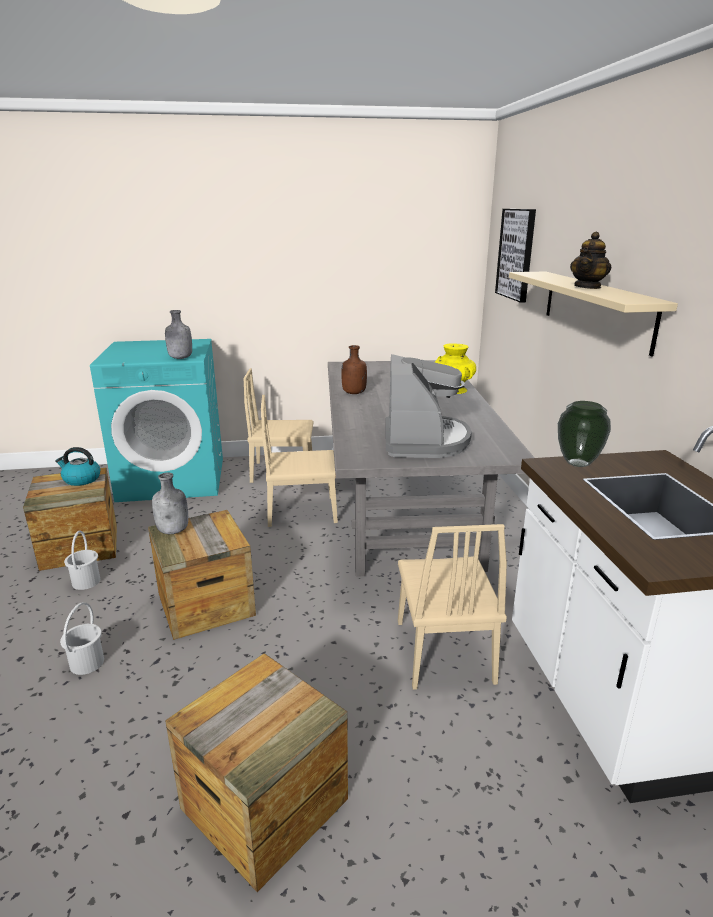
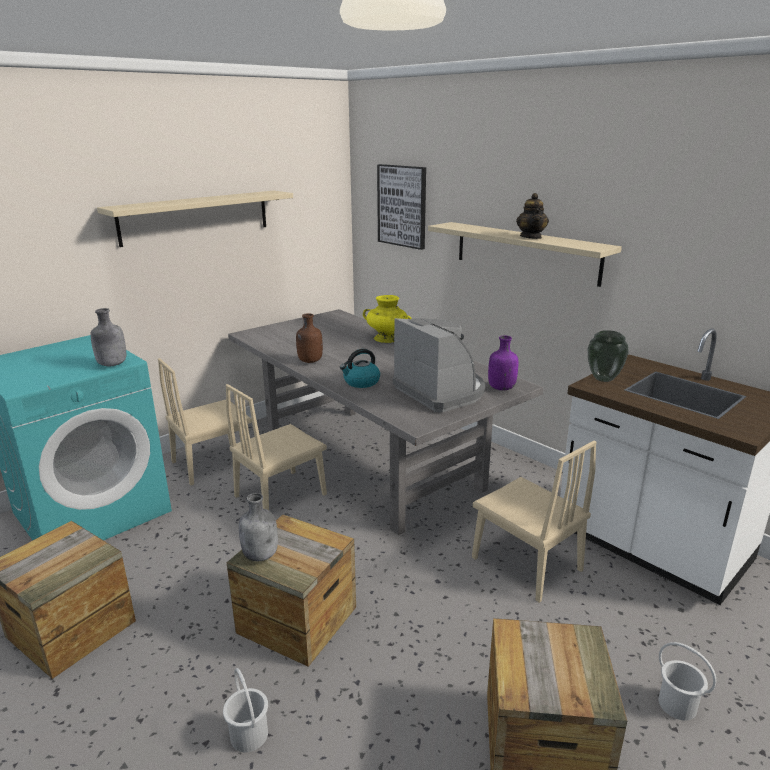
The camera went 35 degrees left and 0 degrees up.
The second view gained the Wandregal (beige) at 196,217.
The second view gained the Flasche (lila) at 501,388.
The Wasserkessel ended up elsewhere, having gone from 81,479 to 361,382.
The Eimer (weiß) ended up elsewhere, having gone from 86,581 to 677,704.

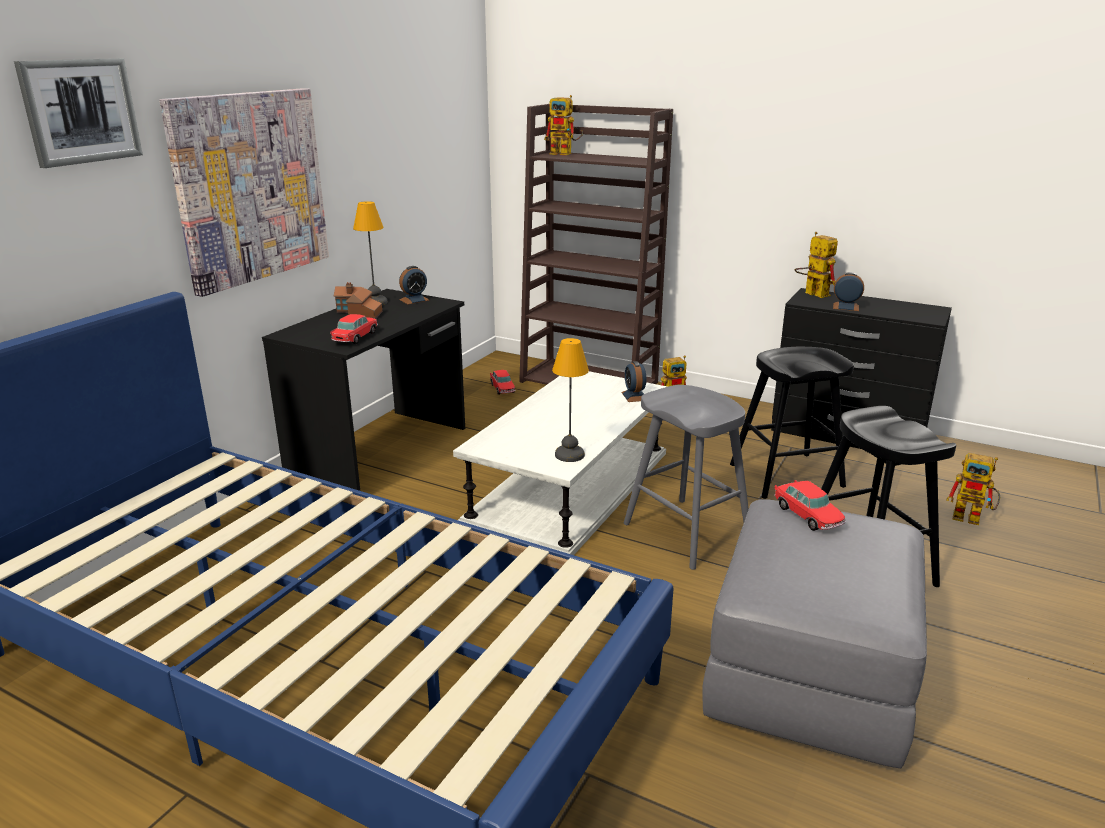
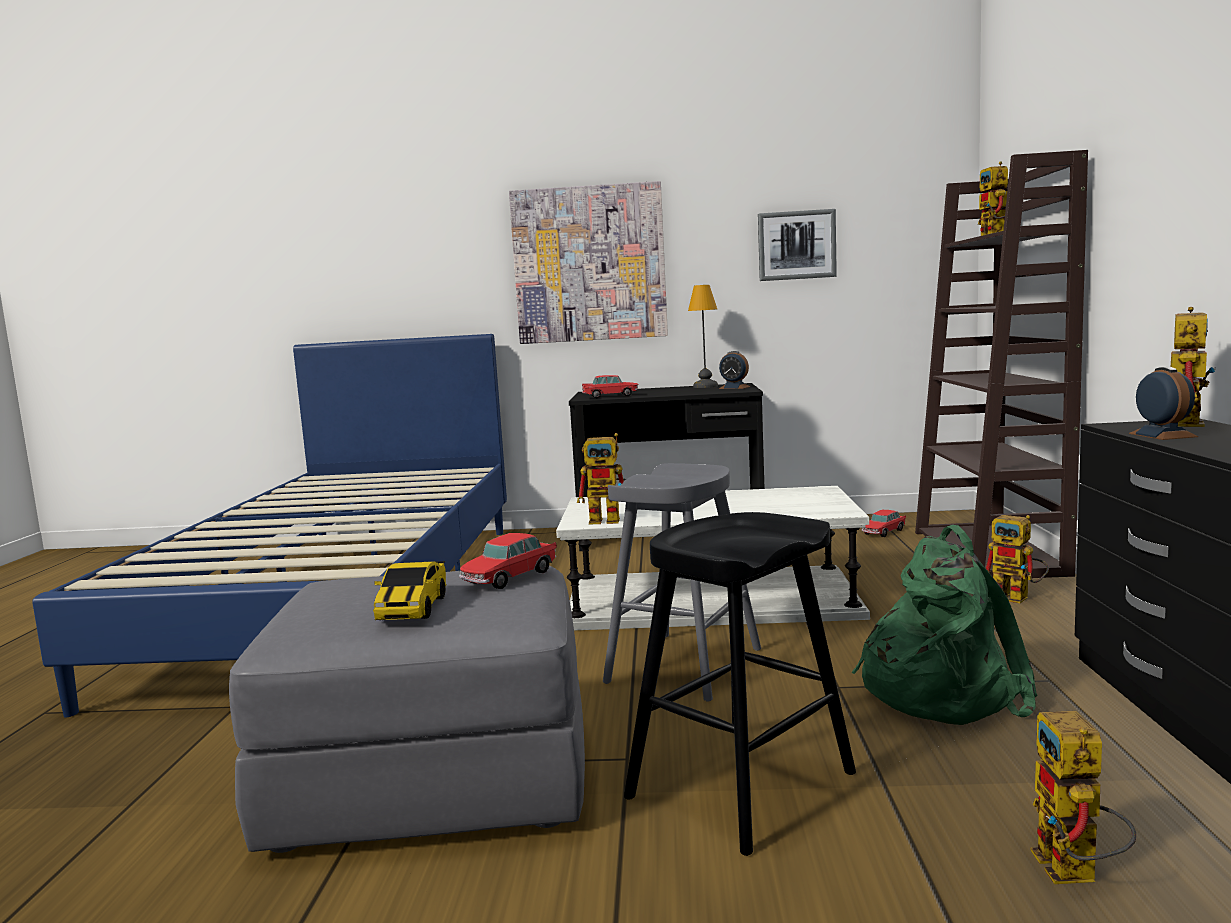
The camera went 65 degrees right and 15 degrees down.
The second view lost the Spielzeughaus at 358,313.
The second view lost the Wecker at 634,396.
The second view gained the Spielzeugauto at 413,608.
The Bild ended up elsewhere, having gone from 80,111 to 796,245.
Where the Tischlampe stood at 569,454, the Spielzeugroboter came to stand at 612,520.
Where the Hocker (schwarz) stood at 786,475, the Rucksack (grün) came to stand at 940,691.

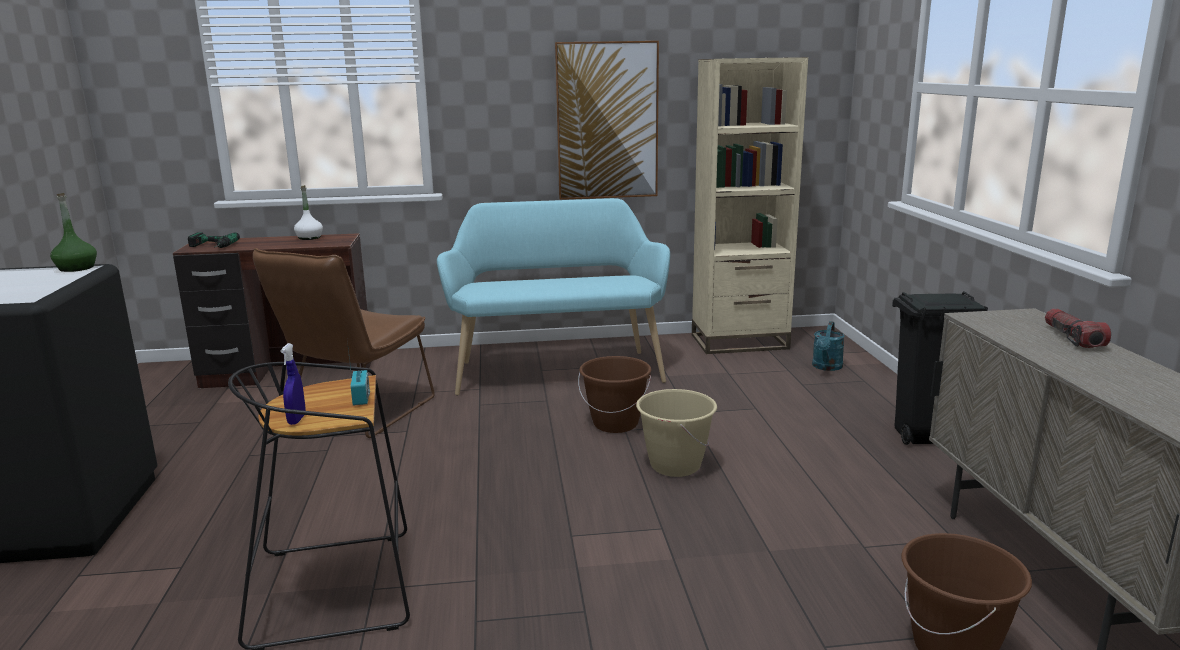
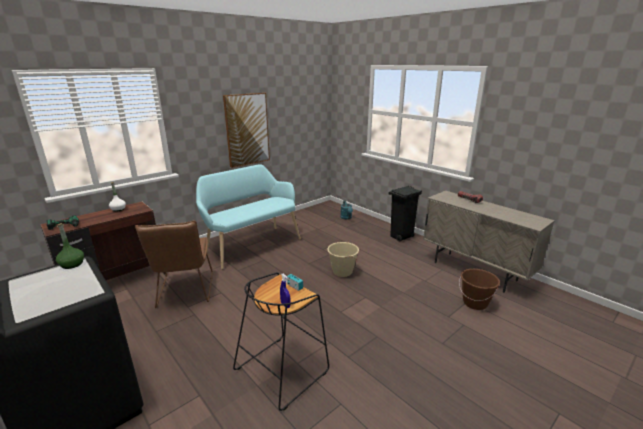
The camera went 35 degrees left and 5 degrees up.
The second view lost the Eimer (braun) at 615,423.
The second view lost the Bücherregal (beige) at 739,342.

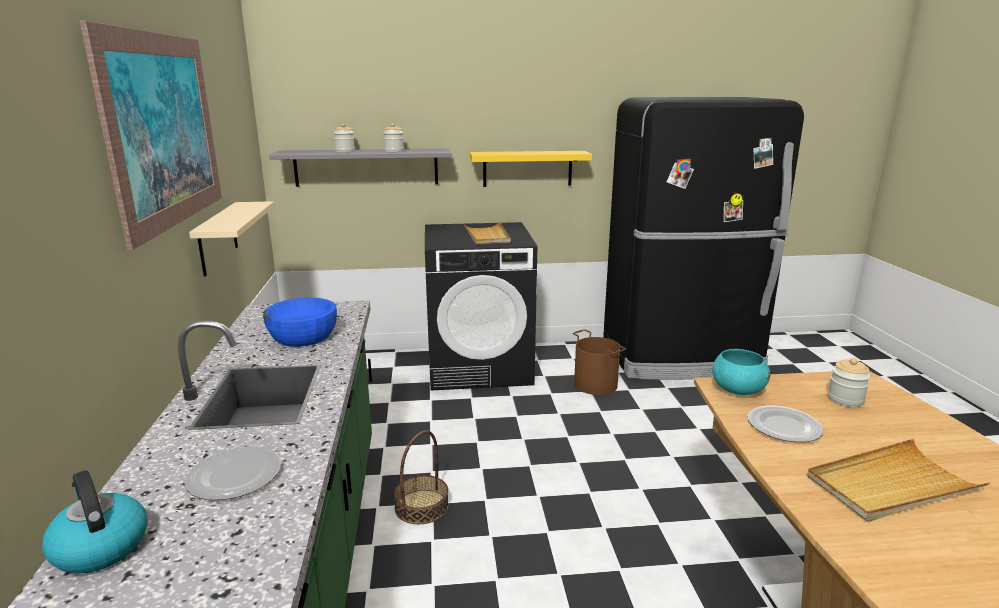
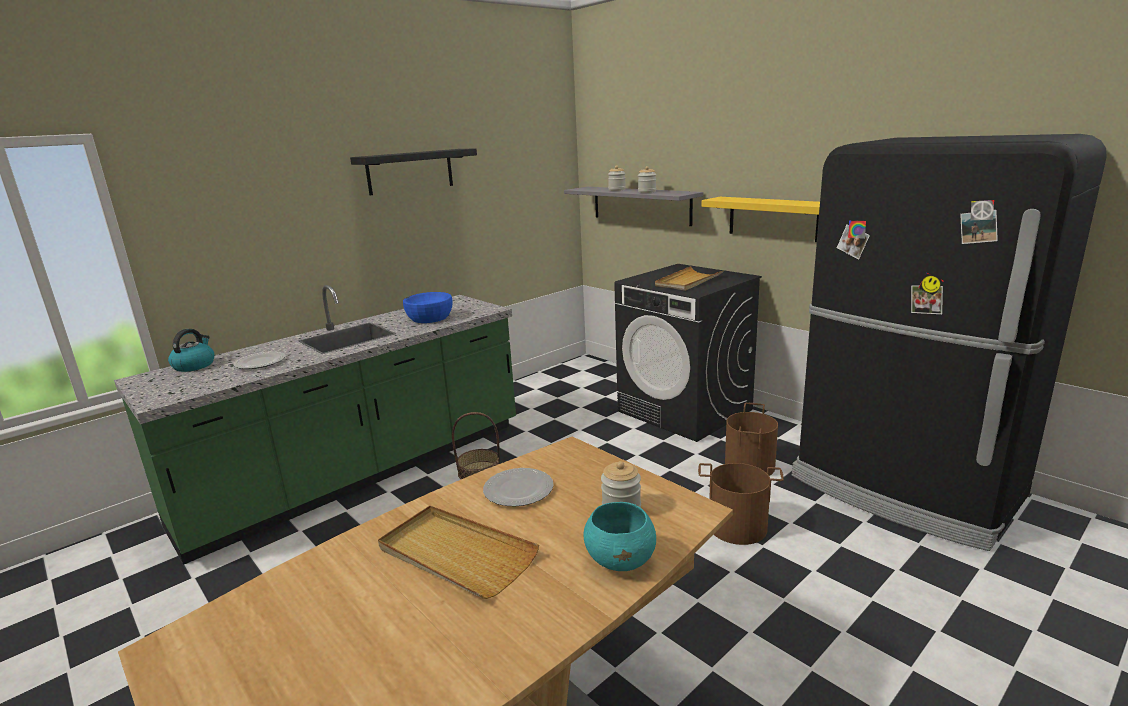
The camera went 55 degrees right and 0 degrees up.
The second view lost the Wandregal (beige) at 218,238.
The second view gained the Eimer (braun) at 737,526.
The Schüssel (türkis) ended up elsewhere, having gone from 737,390 to 621,560.
Where the Bild hung at 165,130, the Wandregal (schwarz) came to hang at 410,171.

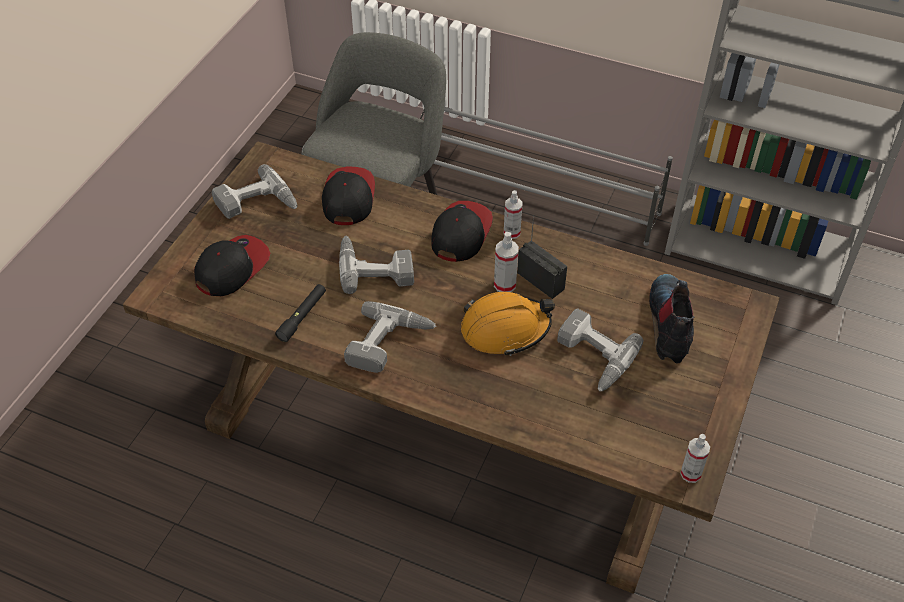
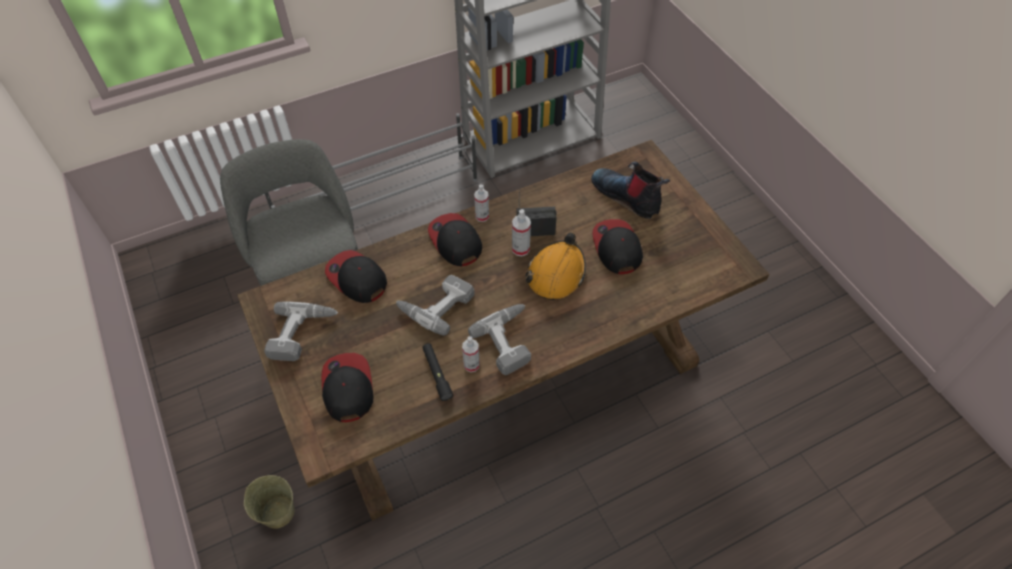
The camera went 50 degrees left and 5 degrees up.
The second view gained the Eimer (beige) at 277,512.
The Sprühflasche ended up elsewhere, having gone from 690,473 to 471,365.
Where the Bohrmaschine stood at 592,357, the Kappe came to stand at 616,248.

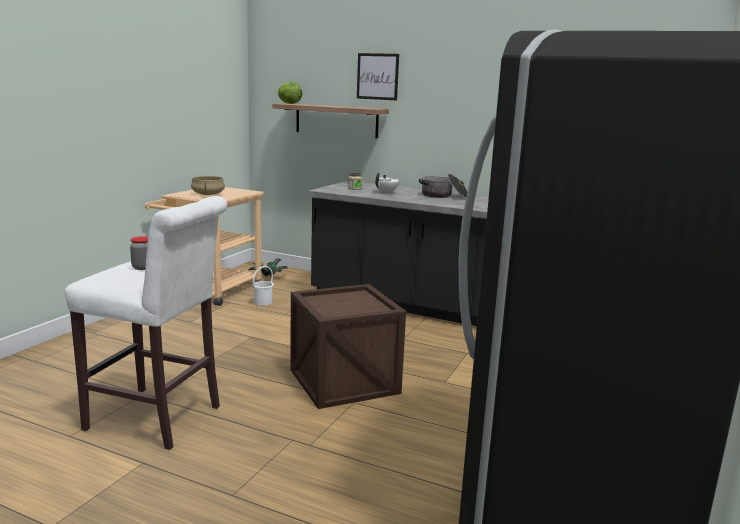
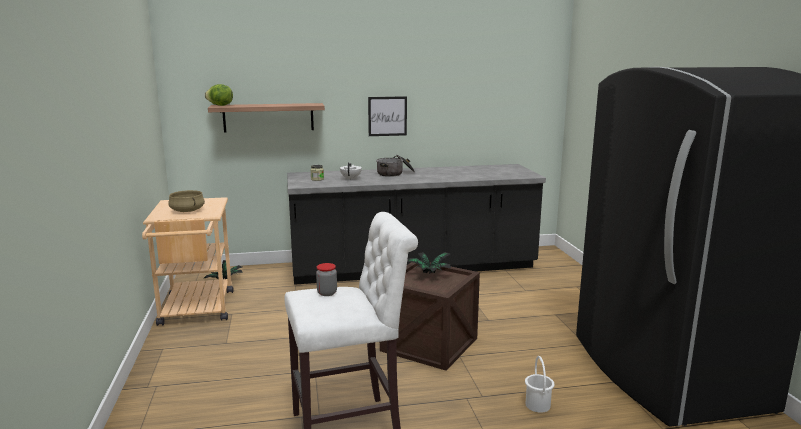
The camera went 35 degrees left and 0 degrees up.
The second view gained the Topfpflanze at 428,275.
The Eimer (weiß) ended up elsewhere, having gone from 263,302 to 538,405.
The Bild ended up elsewhere, having gone from 377,76 to 387,116.

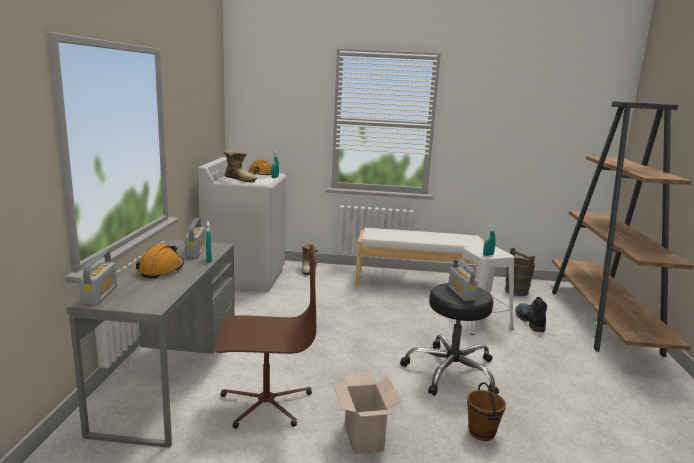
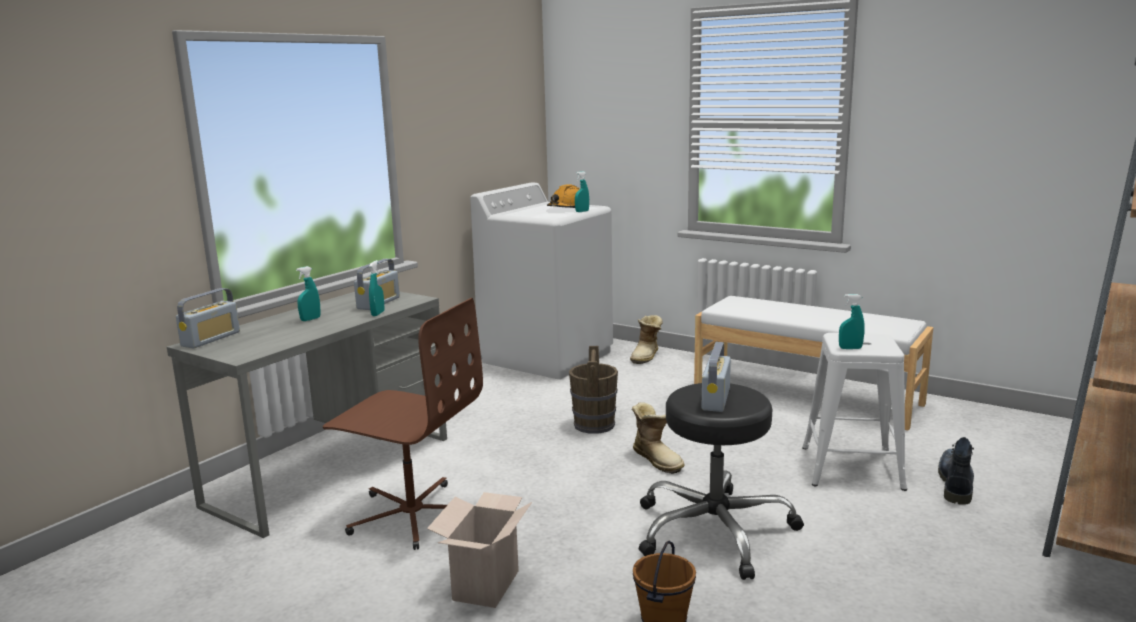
The camera went 30 degrees right and 0 degrees up.
The Stiefel ended up elsewhere, having gone from 240,179 to 658,459.
The Eimer (braun) ended up elsewhere, having gone from 516,291 to 594,425.
Where the Schutzhelm (orange) stood at 161,269, the Sprühflasche (türkis) came to stand at 310,319.

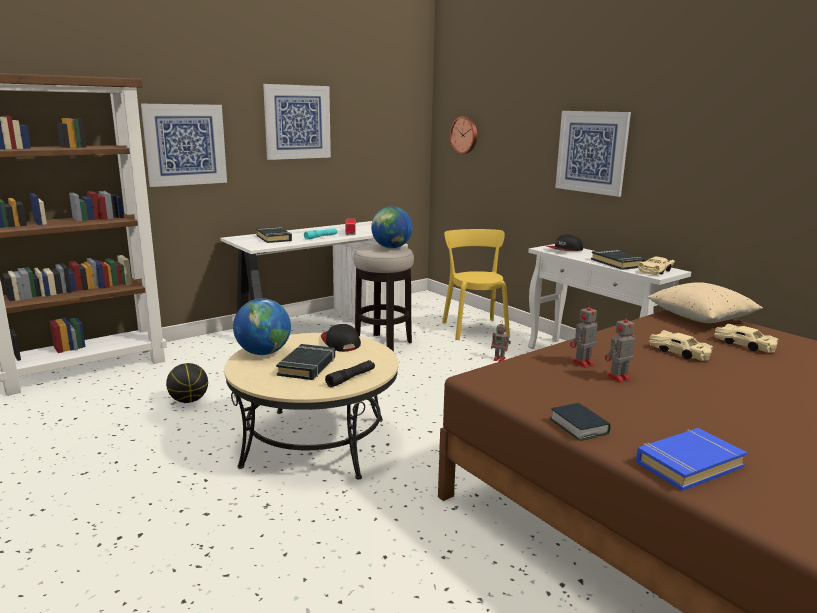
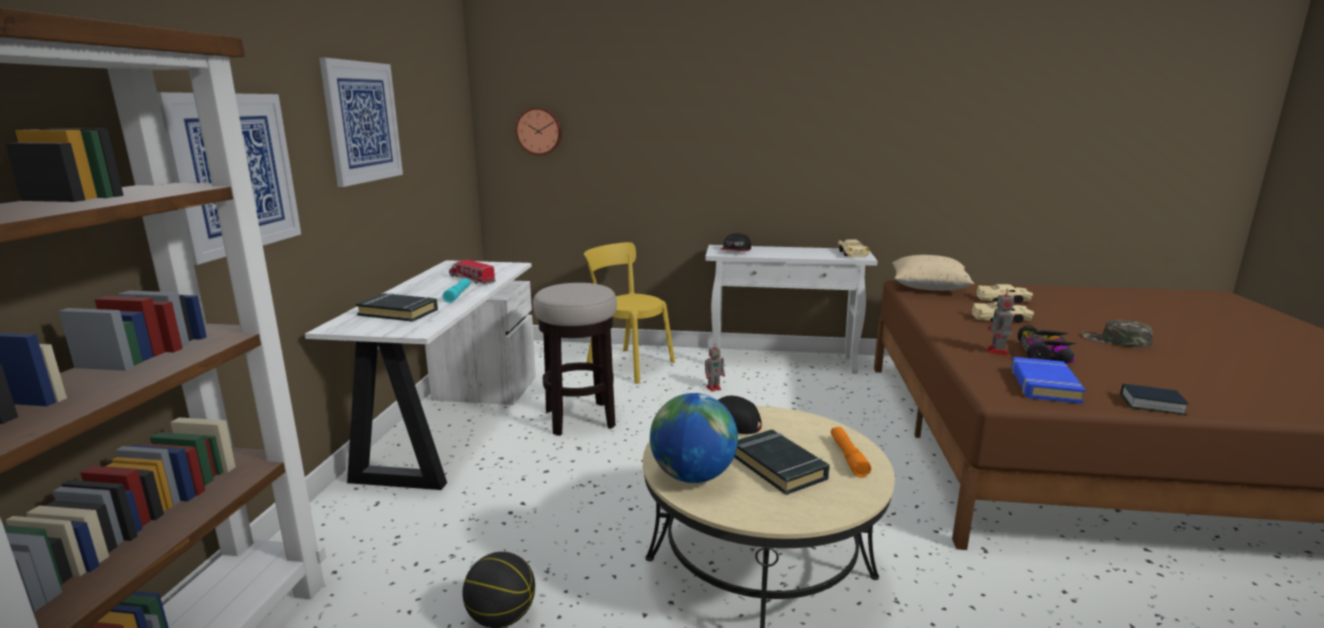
The camera went 45 degrees left and 0 degrees up.
The second view lost the Globus at 391,248.
The second view lost the Bild at 591,152.
The second view lost the Buch (schwarz) at 617,263.
The second view gained the Kappe (grün) at 1115,340.
The Buch (blau) ended up elsewhere, having gone from 688,464 to 1043,385.
Where the Spielzeugroboter stood at 617,378, the Spielzeugauto came to stand at 1045,355.
What was the Taschenlampe (schwarz) at 351,378 turned into the Taschenlampe (orange) at 848,457.

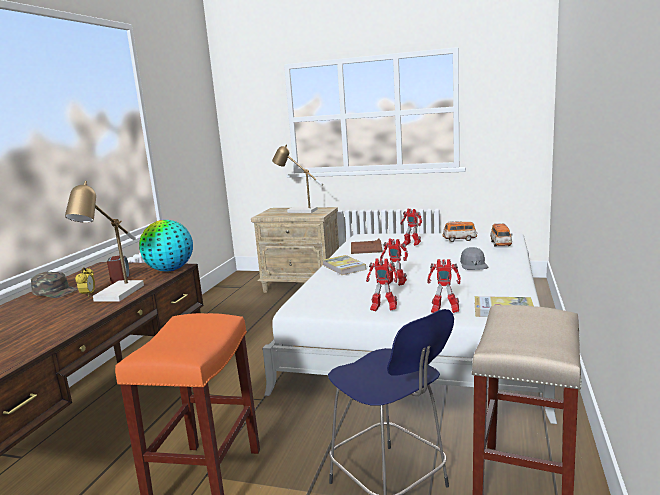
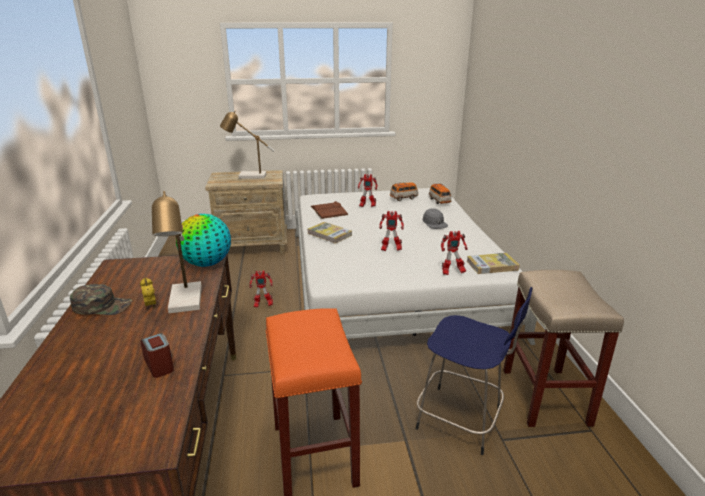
The camera went 25 degrees left and 10 degrees up.
The Wecker ended up elsewhere, having gone from 120,278 to 159,365.
The Spielzeugroboter ended up elsewhere, having gone from 383,310 to 262,305.

